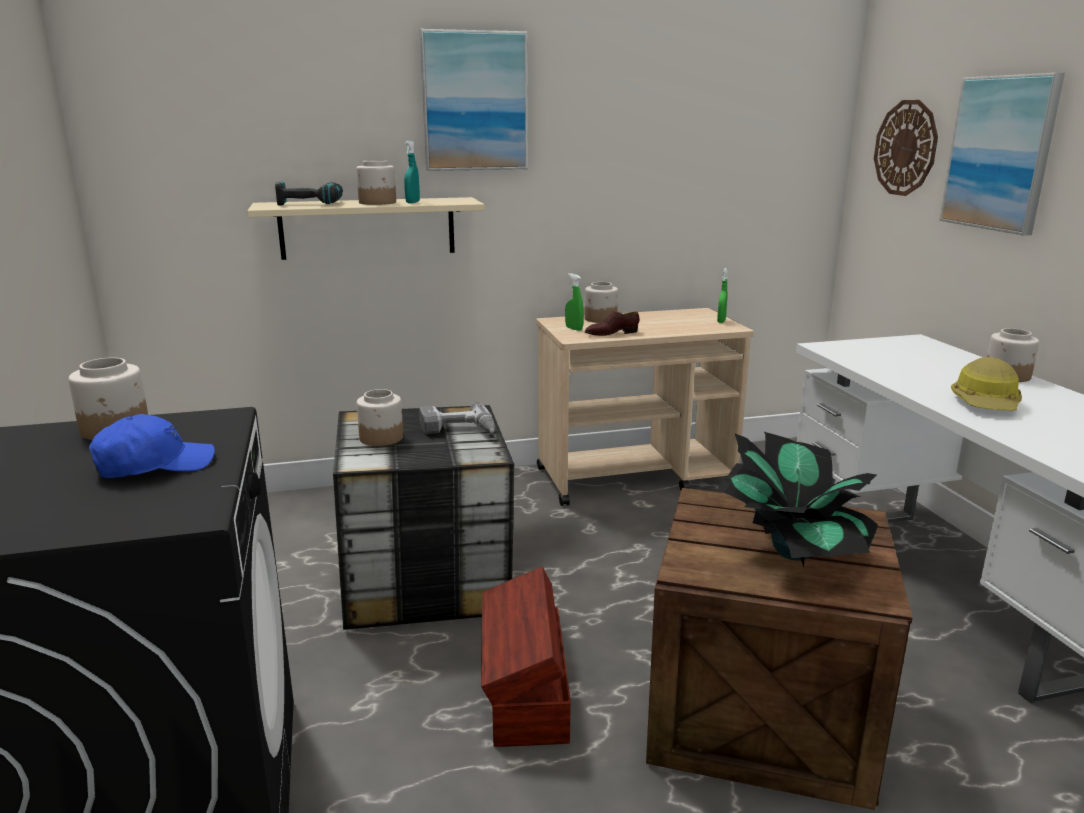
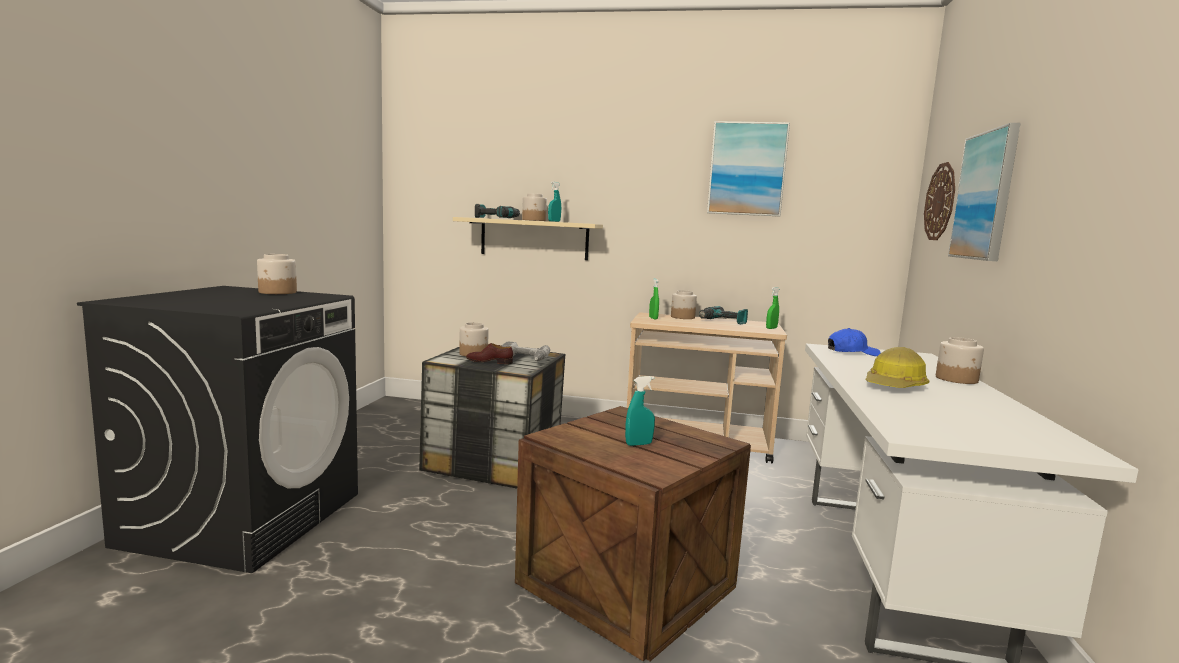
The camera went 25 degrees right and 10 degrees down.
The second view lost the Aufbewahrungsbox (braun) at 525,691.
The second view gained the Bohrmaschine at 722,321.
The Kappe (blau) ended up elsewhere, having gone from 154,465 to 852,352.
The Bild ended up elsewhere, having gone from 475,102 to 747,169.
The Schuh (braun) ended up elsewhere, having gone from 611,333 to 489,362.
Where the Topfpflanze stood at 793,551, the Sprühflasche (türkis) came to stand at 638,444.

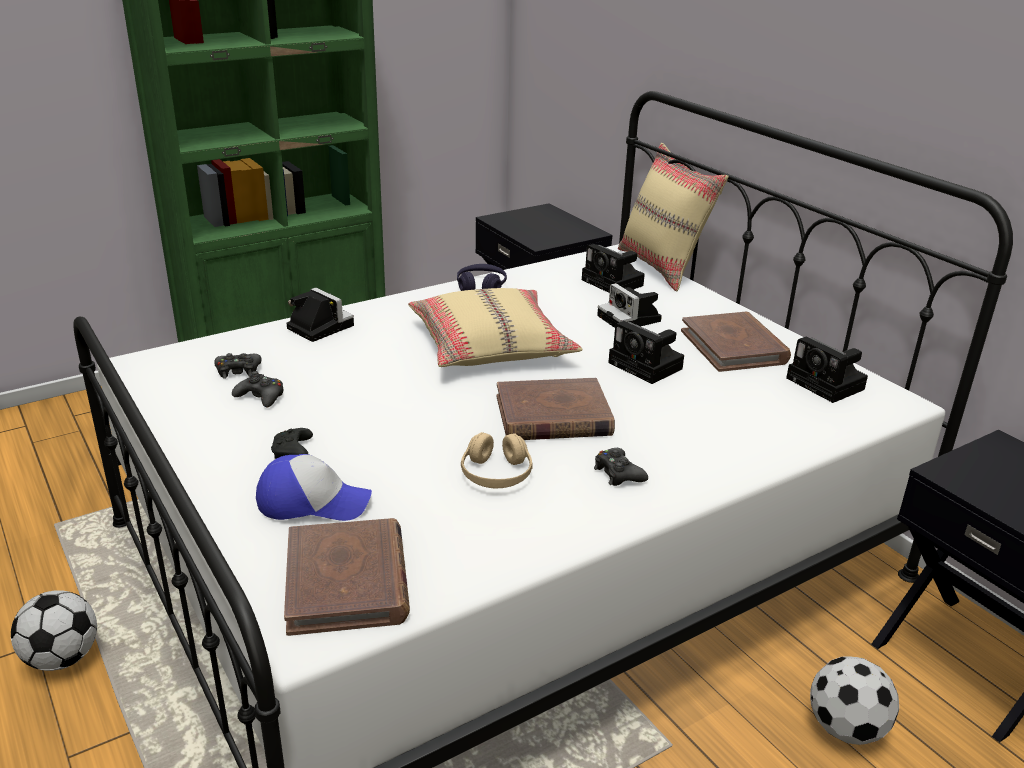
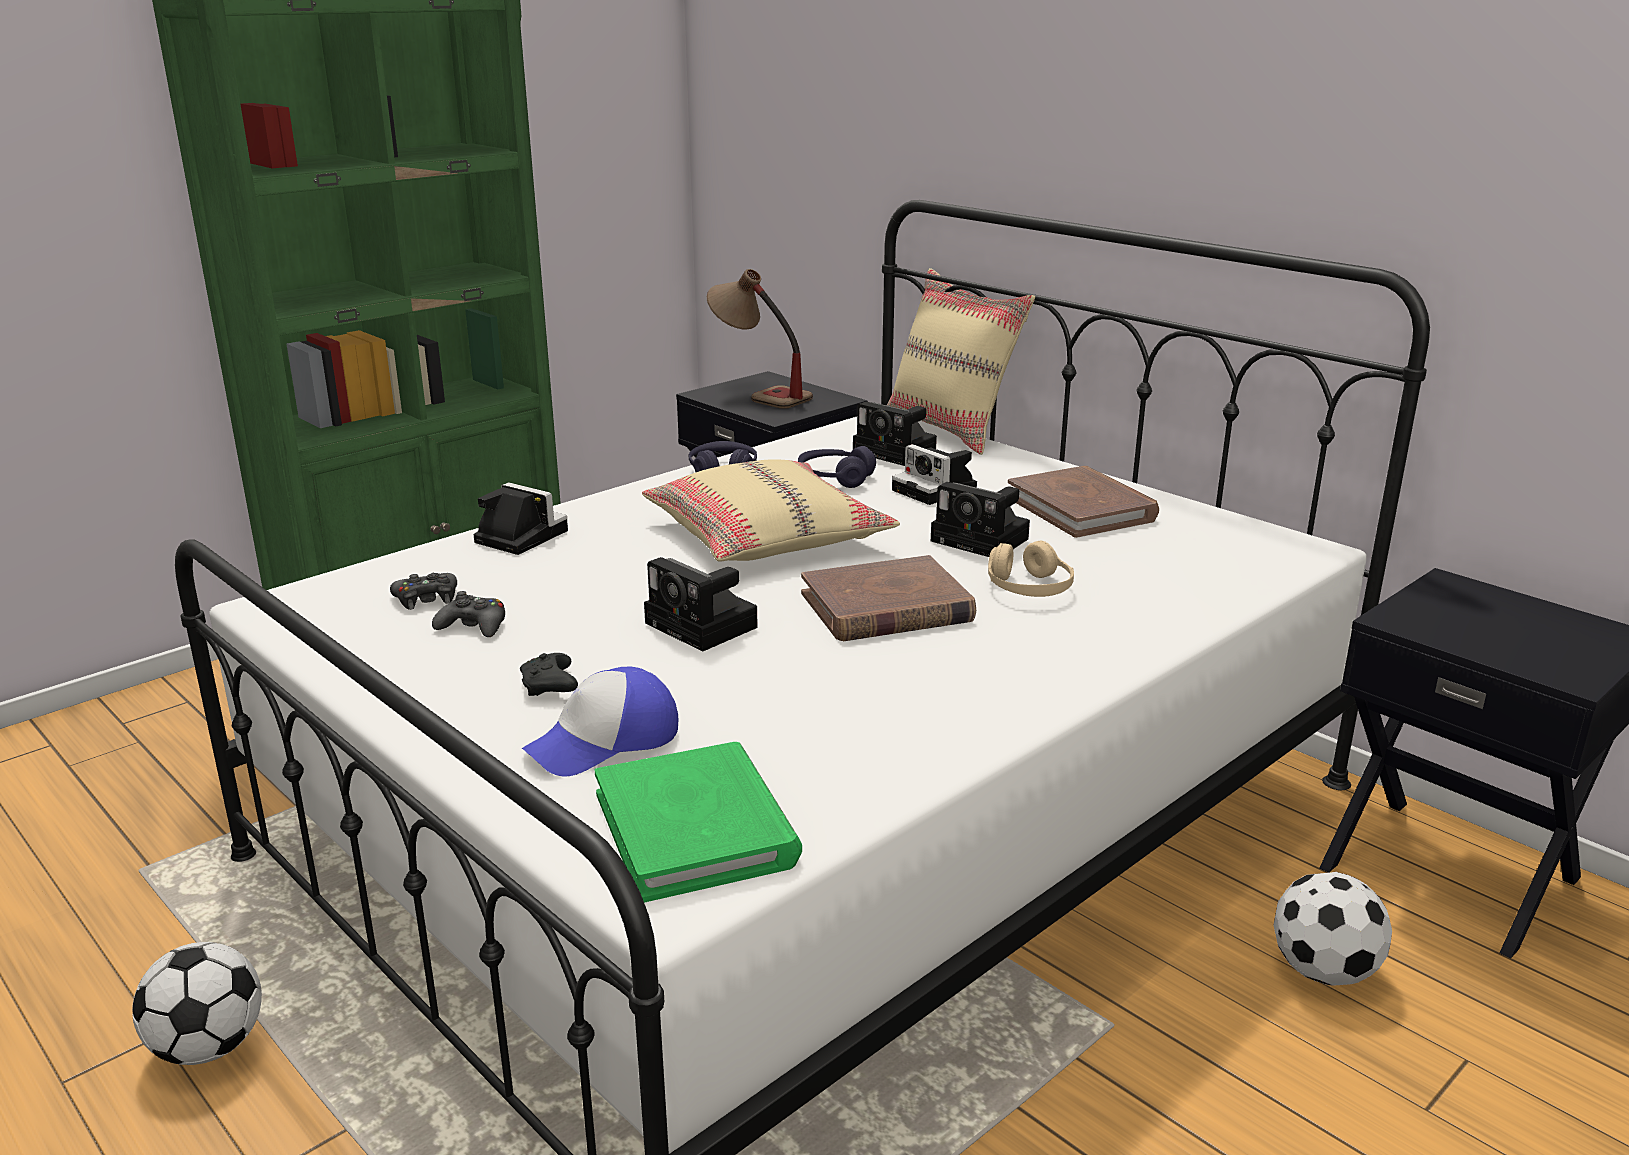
The camera went 10 degrees left and 5 degrees down.
The second view lost the Gamepad (schwarz) at 618,473.
The second view gained the Tischlampe at 758,394.
The second view gained the Kopfhörer (lila) at 835,478.
The Kopfhörer (beige) ended up elsewhere, having gone from 496,474 to 1028,588.
The Kamera ended up elsewhere, having gone from 828,385 to 705,626.
What was the Buch (braun) at 347,581 turned into the Buch (grün) at 696,828.
The Kappe at 313,502 ended up facing another way, 150 degrees clockwise from before.

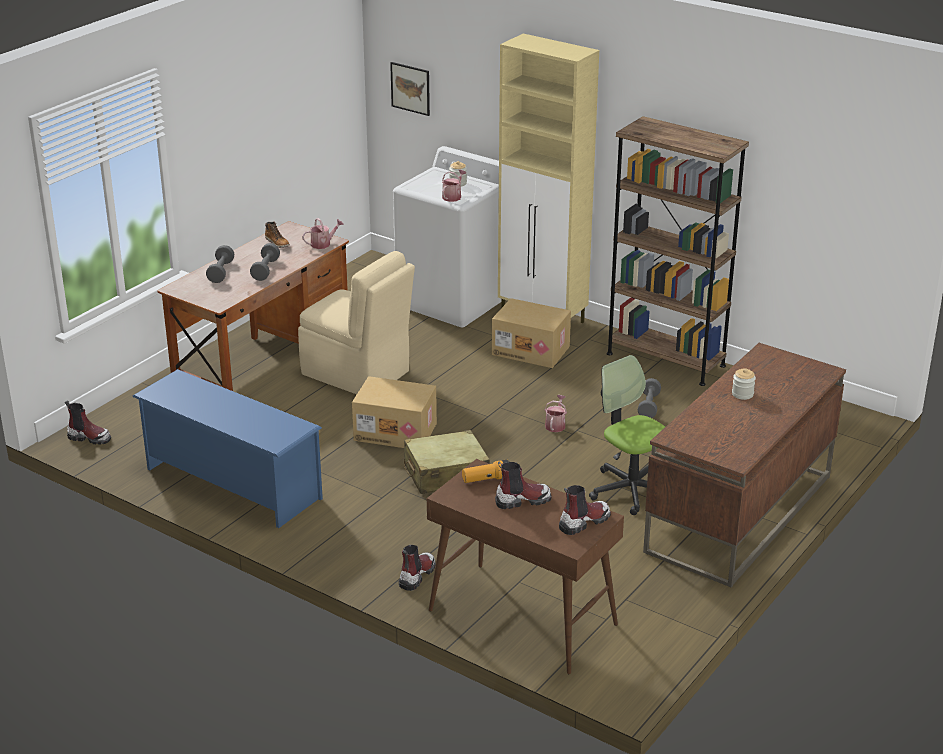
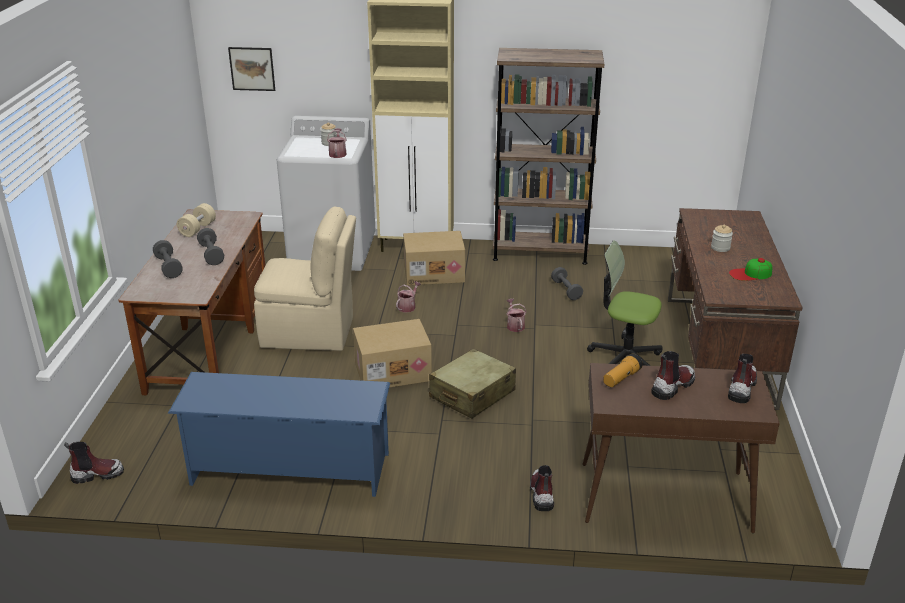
The camera went 30 degrees left and 0 degrees up.
The second view gained the Kappe at 750,274.
The Gießkanne ended up elsewhere, having gone from 323,244 to 408,306.
Where the Stiefel stood at 277,243, the Hantel (beige) came to stand at 197,229.

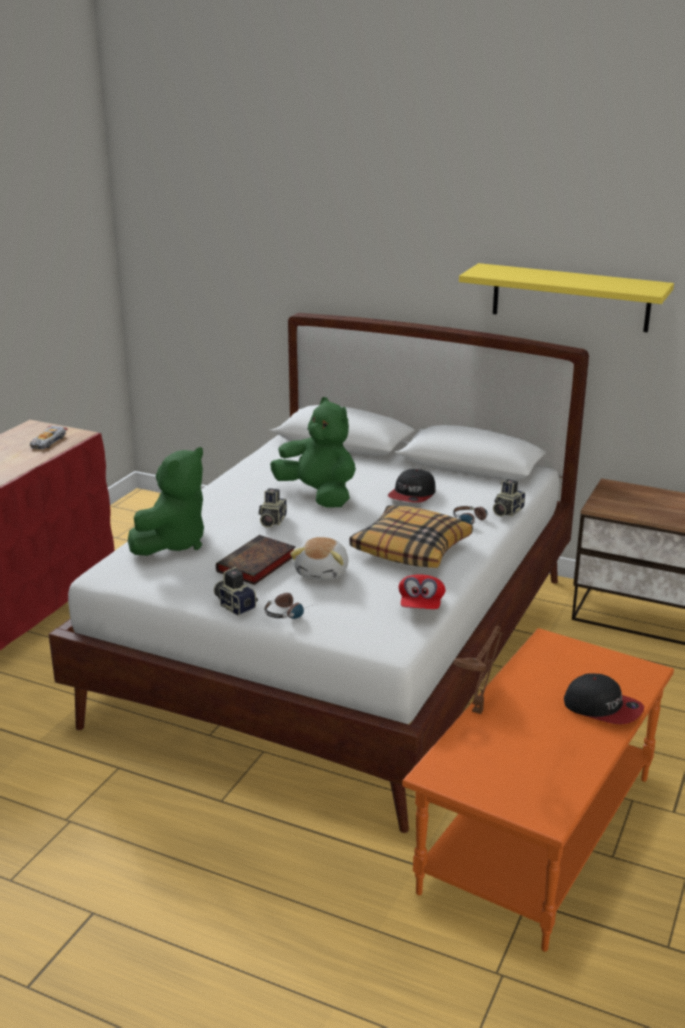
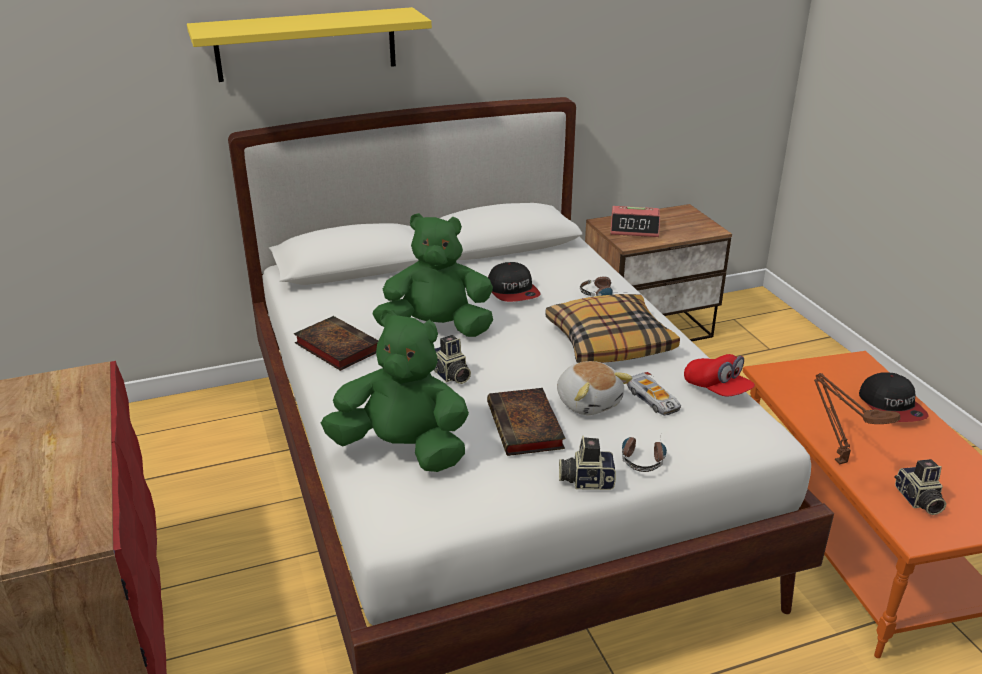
The camera went 45 degrees left and 5 degrees up.
The second view gained the Buch at 335,347.
The second view gained the Wecker at 634,229.
The Spielzeugauto ended up elsewhere, having gone from 48,442 to 653,399.
The Wandregal (gelb) ended up elsewhere, having gone from 570,297 to 306,44.
The Kamera ended up elsewhere, having gone from 506,511 to 917,500.
The Plüschtier (grün) at 173,543 ended up facing another way, 60 degrees counterclockwise from before.
The Kappe at 603,708 ended up facing another way, 90 degrees clockwise from before.

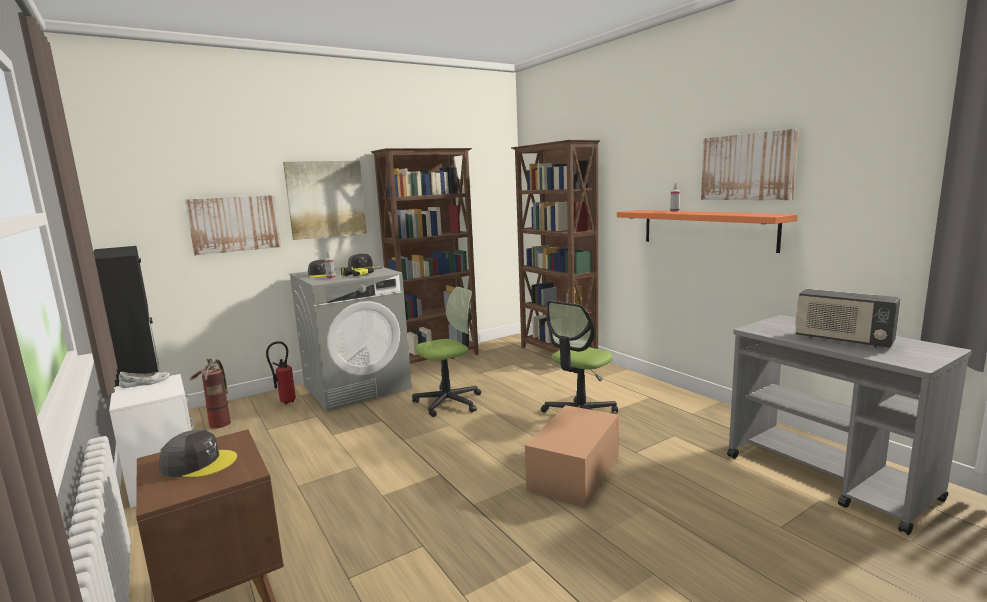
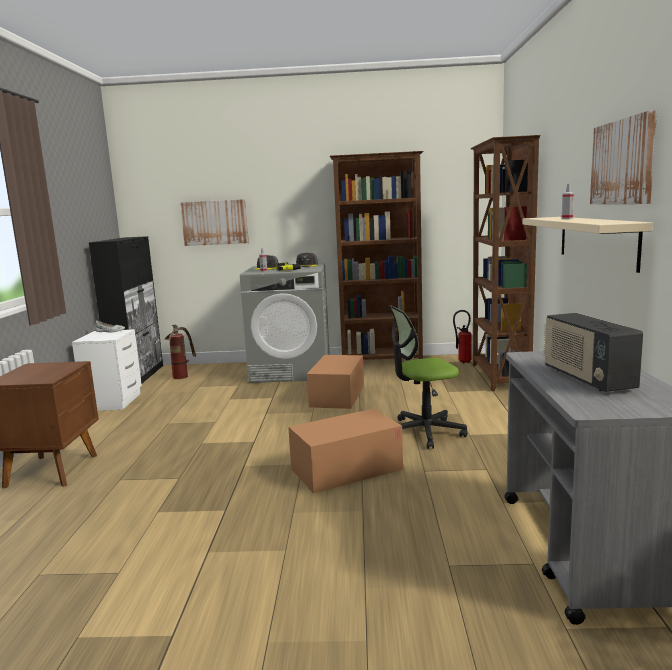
The camera went 35 degrees right and 0 degrees up.
The second view lost the Kappe (grau) at 199,463.
The second view lost the Bild at 326,199.
The Feuerlöscher ended up elsewhere, having gone from 285,402 to 462,362.
Where the Bürostuhl stood at 448,402, the Karton came to stand at 337,396.
What was the Wandregal (orange) at 706,229 turned into the Wandregal (beige) at 596,240.

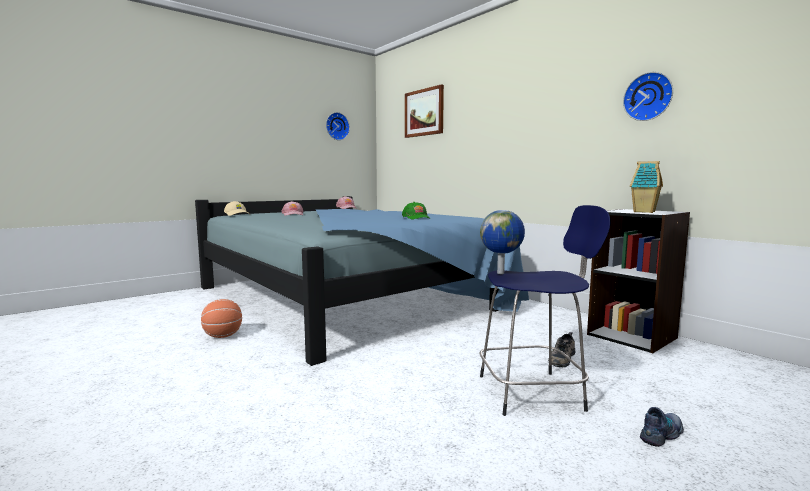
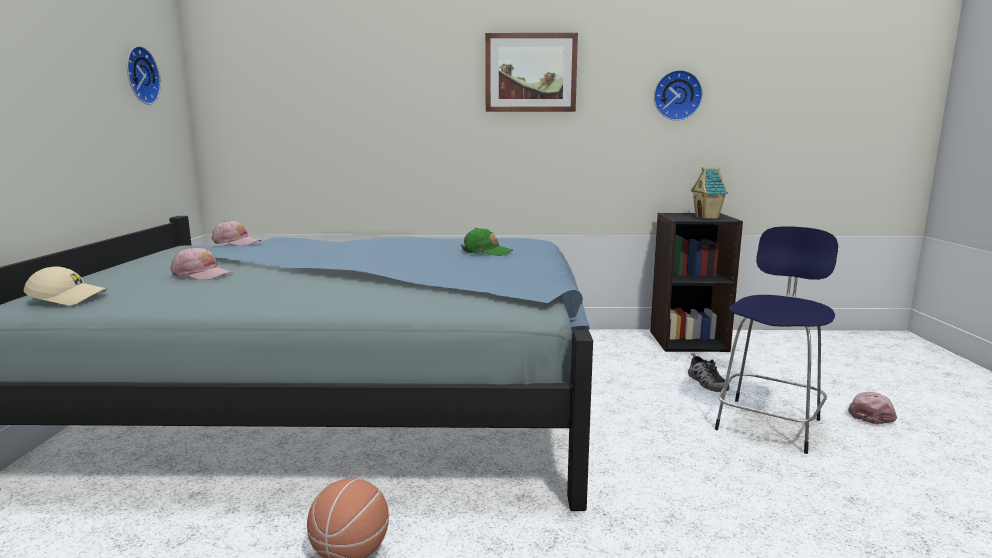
The camera went 50 degrees left and 5 degrees up.
The second view lost the Globus at 501,273.
The Bild ended up elsewhere, having gone from 424,112 to 530,73.
Where the Schuh stood at 662,434, the Kappe (rosa) came to stand at 870,414.

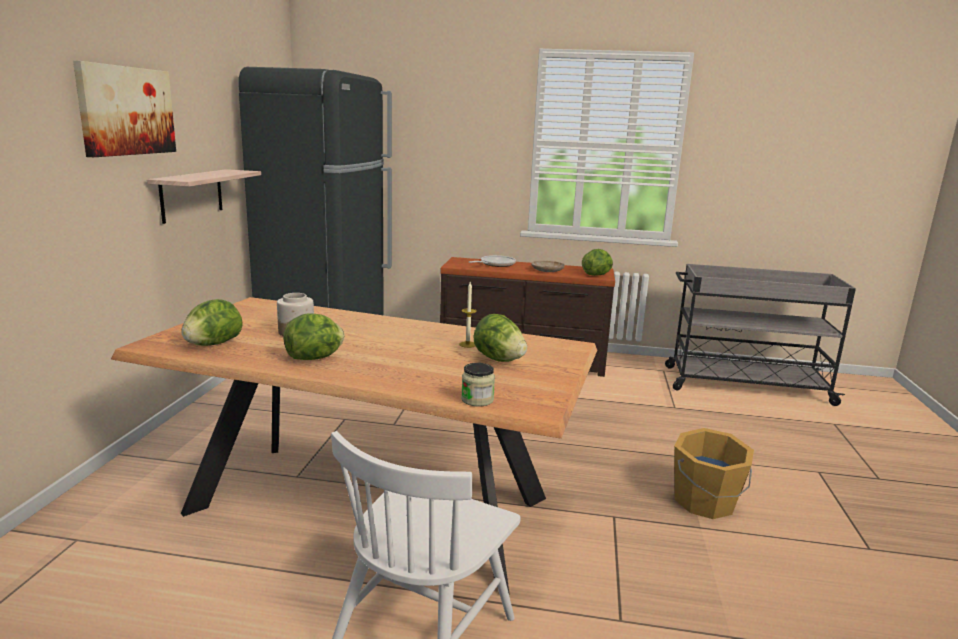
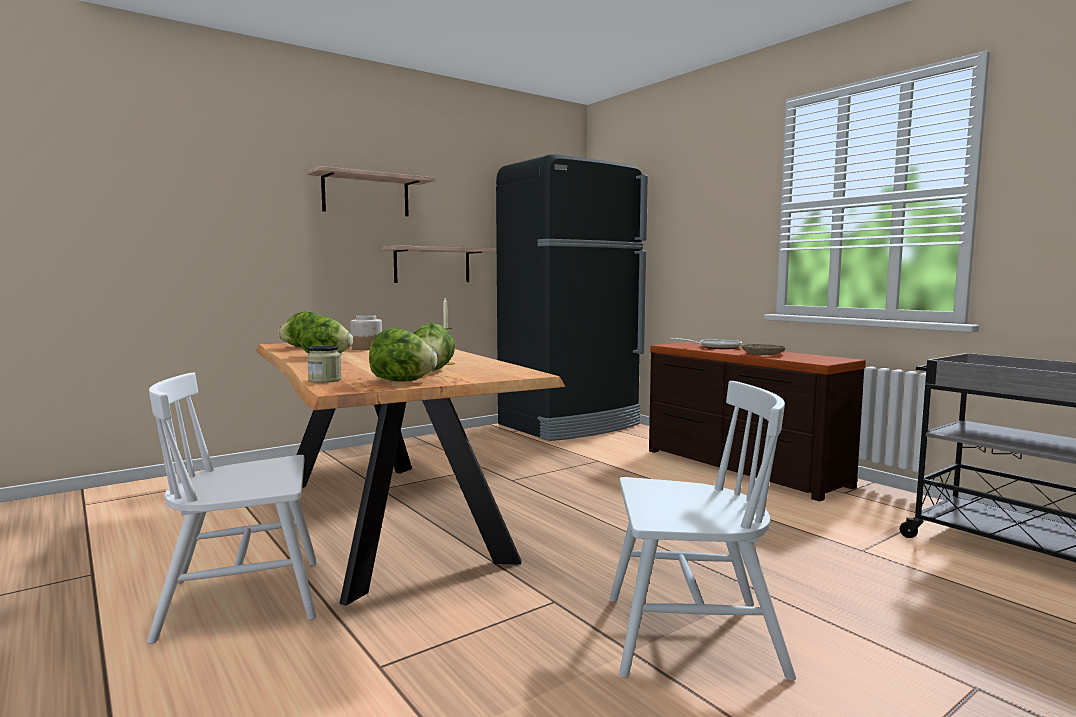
The camera went 45 degrees right and 10 degrees down.
The Salatkopf ended up elsewhere, having gone from 597,275 to 402,381.
Where the Bild hung at 126,111, the Wandregal came to hang at 366,195.
Where the Eimer (orange) stood at 705,502, the Stuhl (weiß) came to stand at 691,636.

